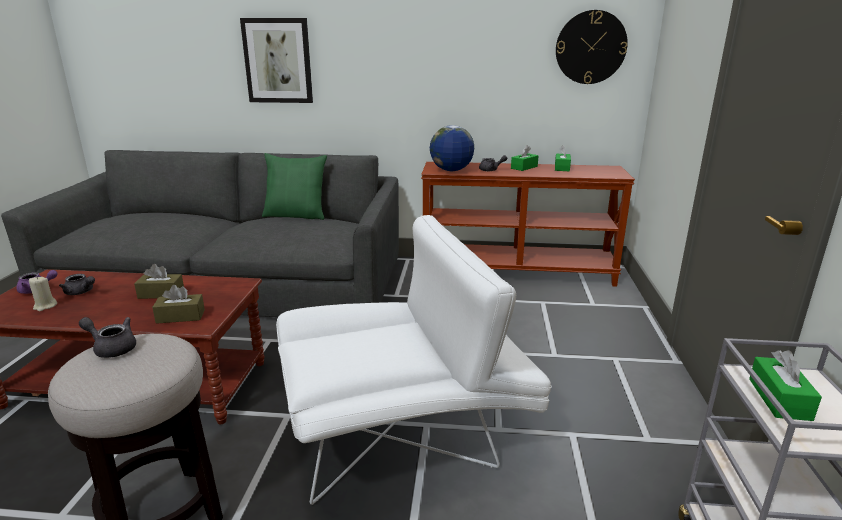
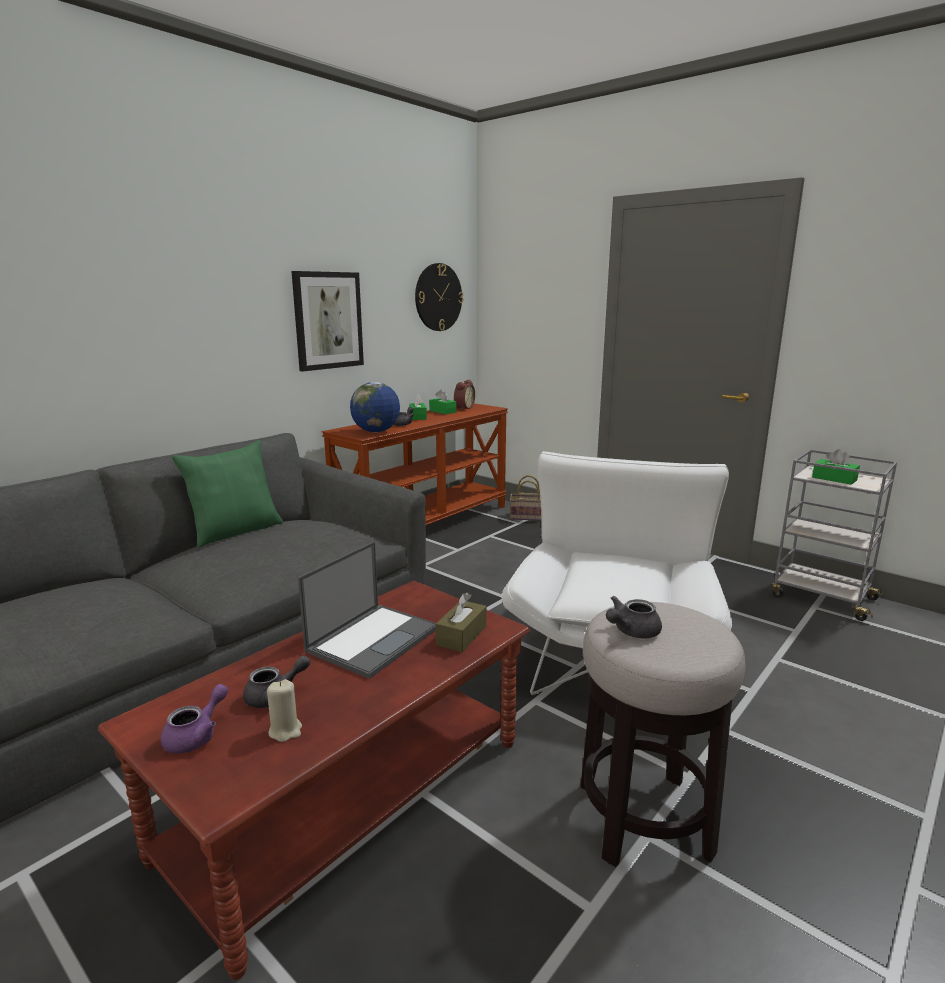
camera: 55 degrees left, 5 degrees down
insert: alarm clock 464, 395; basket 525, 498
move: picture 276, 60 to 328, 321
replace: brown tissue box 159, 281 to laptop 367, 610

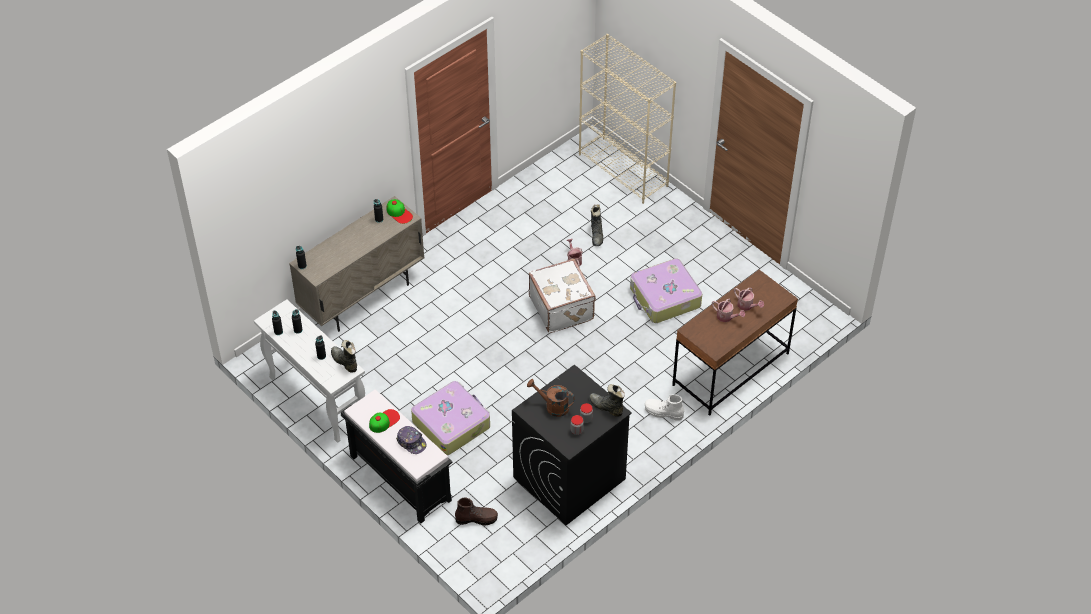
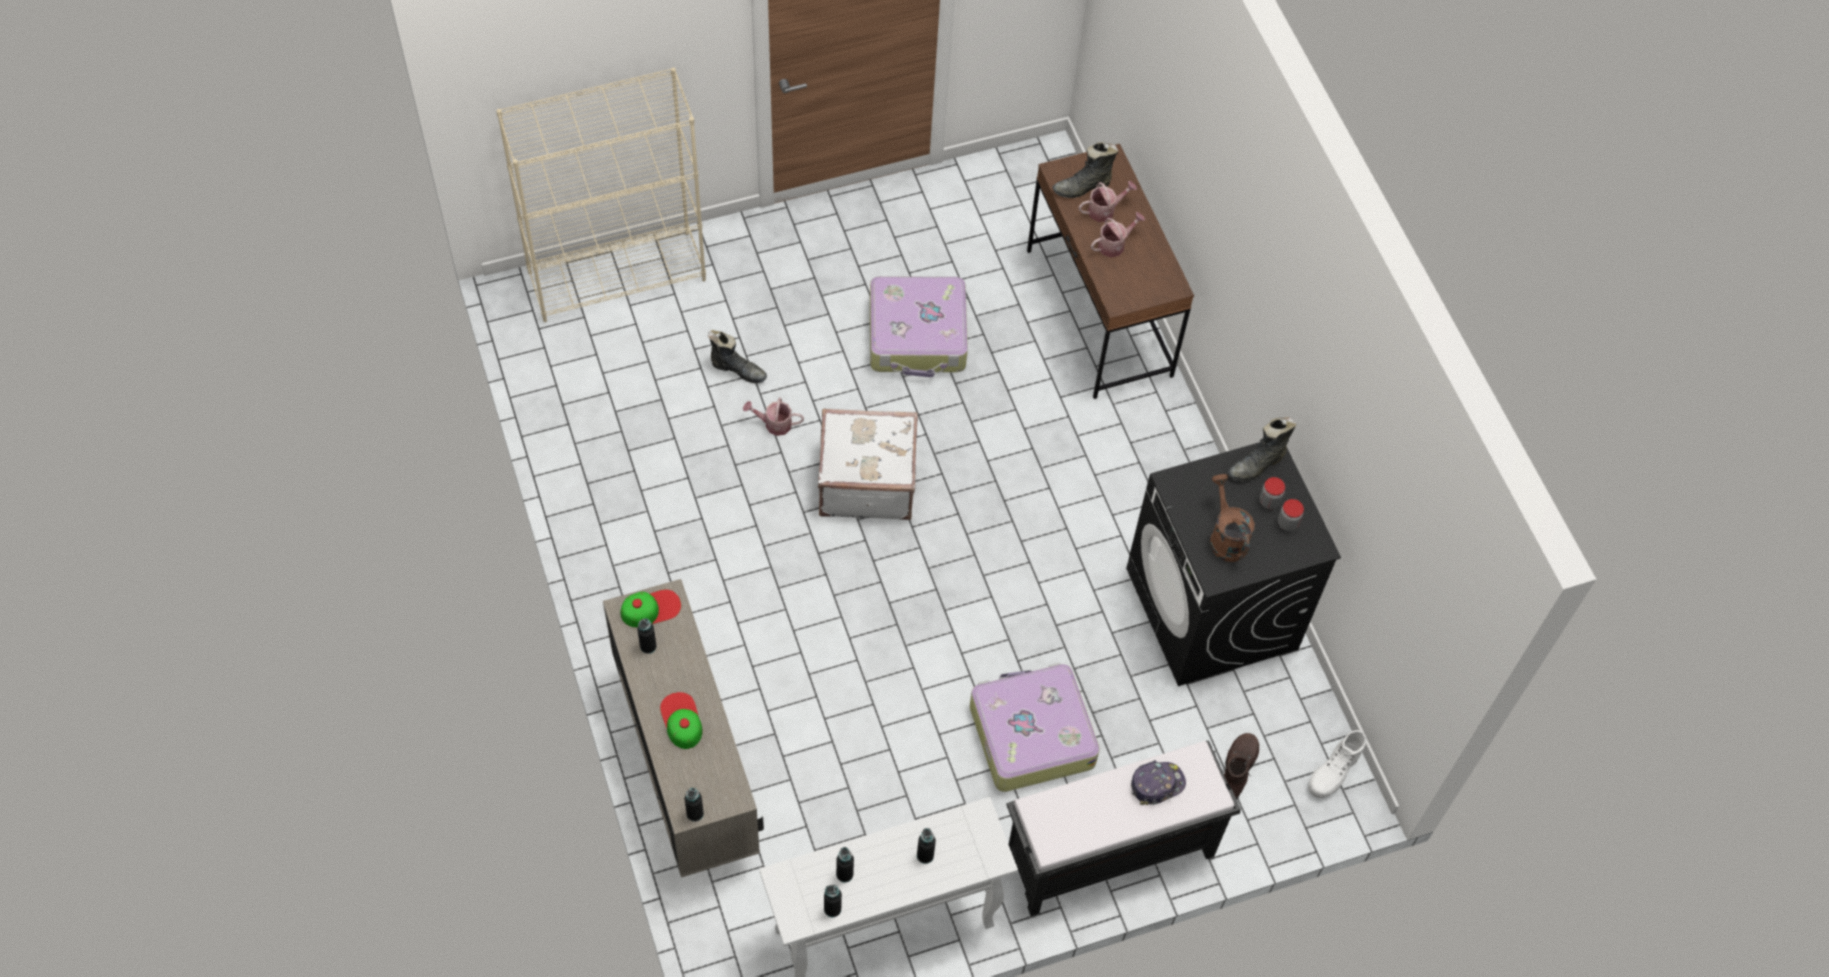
camera: 70 degrees left, 10 degrees up
move: black boot 344, 356 to 1085, 170; white boot 664, 408 to 1337, 764; cap 384, 421 to 681, 720
rotate: brown watering can 551, 398 = 1232, 518 120 degrees clockwise

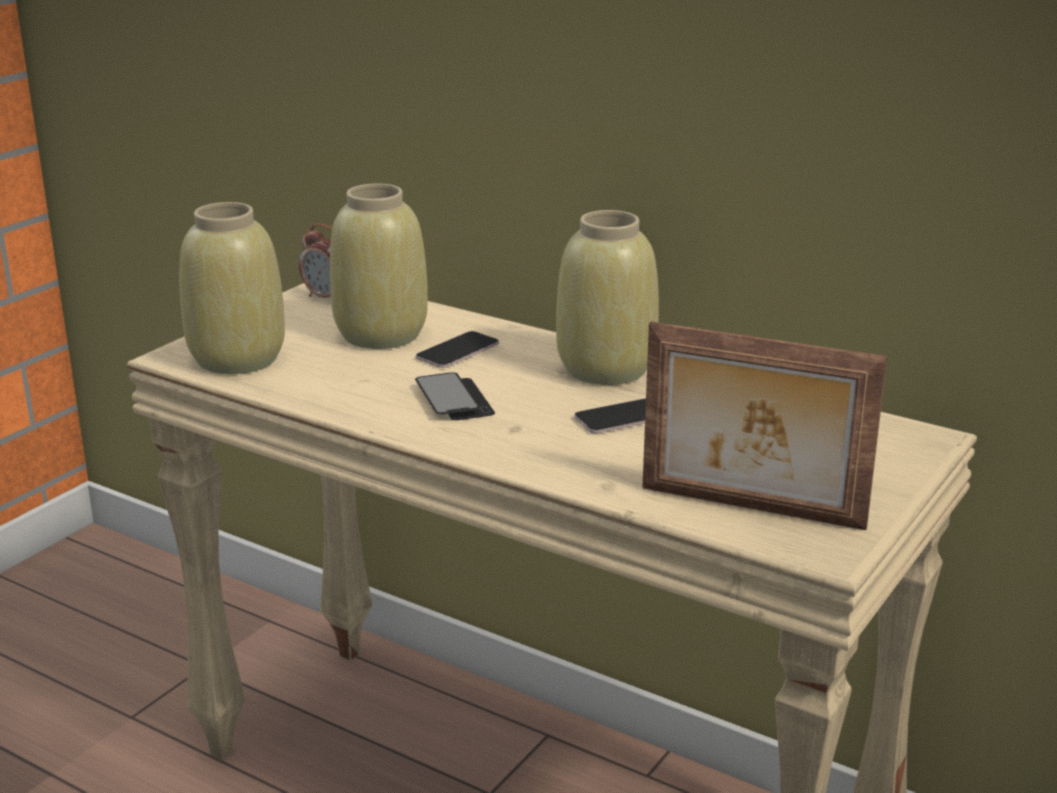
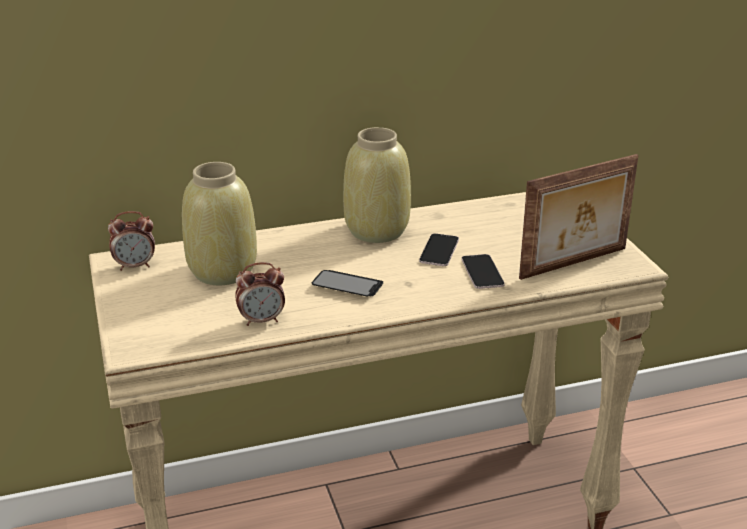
camera: 50 degrees left, 5 degrees up
delete: beige vase 232, 288
insert: alarm clock 260, 294
move: phone 457, 349 to 483, 271

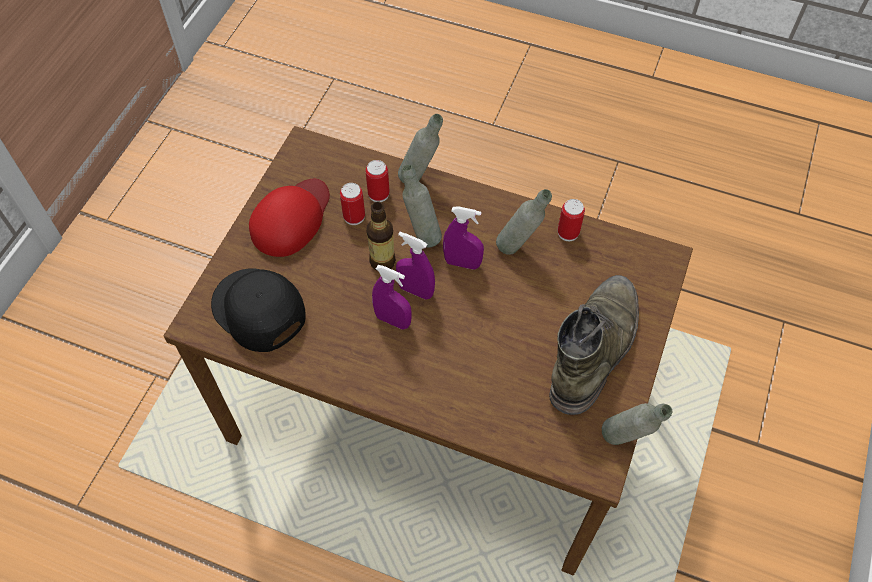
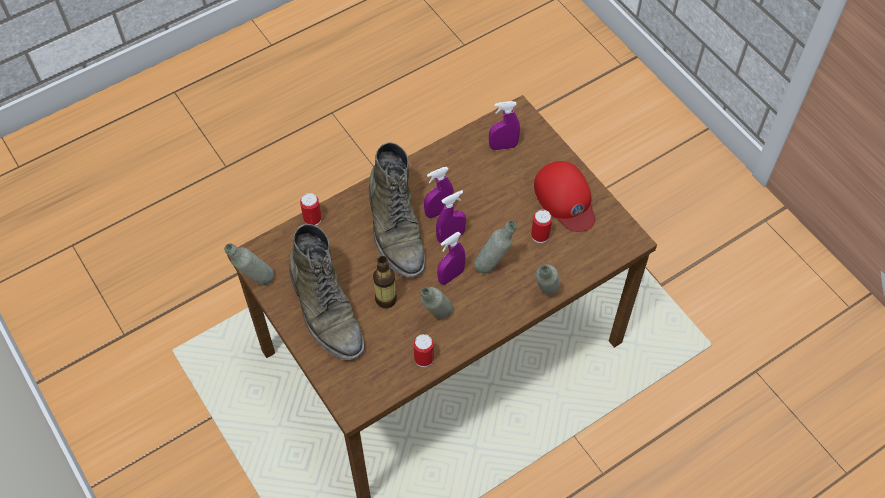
camera: 125 degrees right, 0 degrees up
insert: green boot 397, 209
move: can 378, 181 to 311, 209; bottle 381, 235 to 385, 282
replace: black cap 258, 310 to purple spray bottle 504, 125

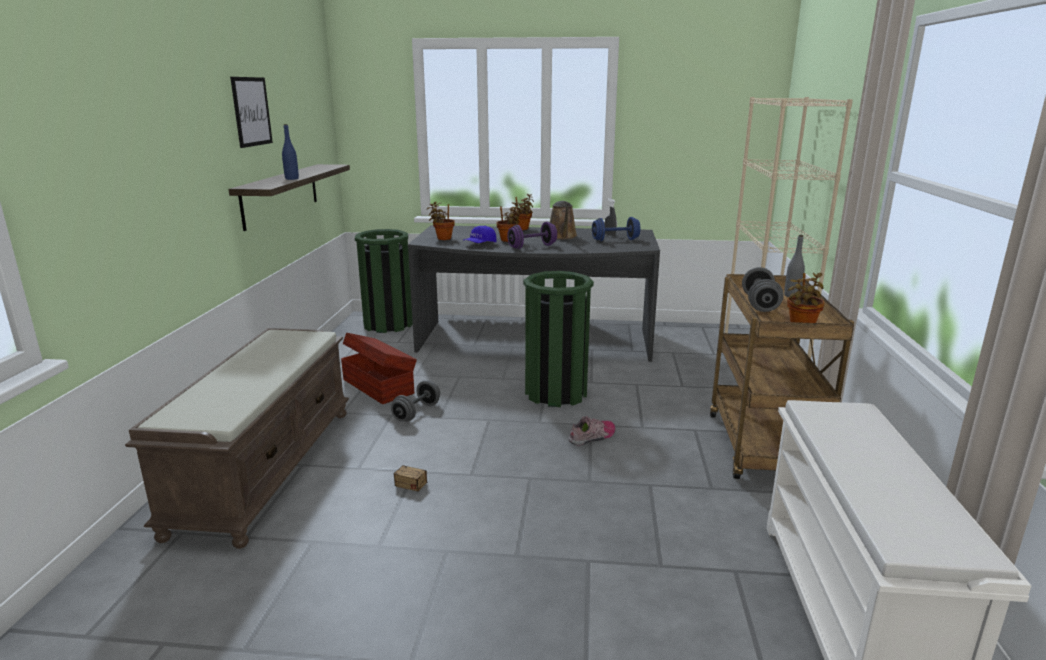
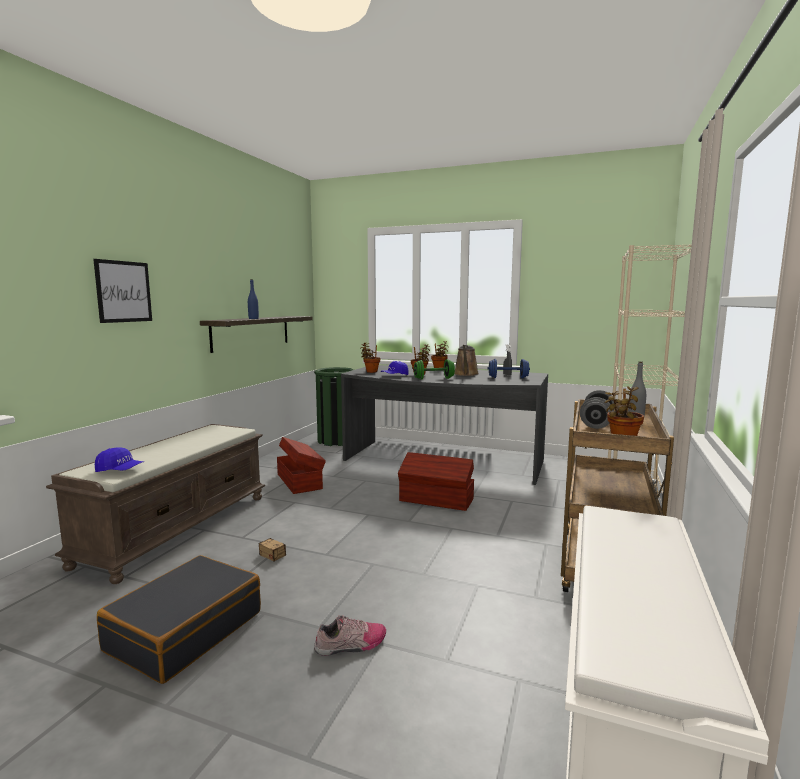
camera: 15 degrees right, 10 degrees down
delete: grey dumbbell 415, 401
insert: blue cap 119, 460; black suitcase 179, 619
move: picture 251, 112 to 122, 291; shoe 591, 430 to 350, 635
replace: green trash can 558, 339 to brown storage box 436, 481
recolor: purple dumbbell 532, 235 to green dumbbell 434, 369

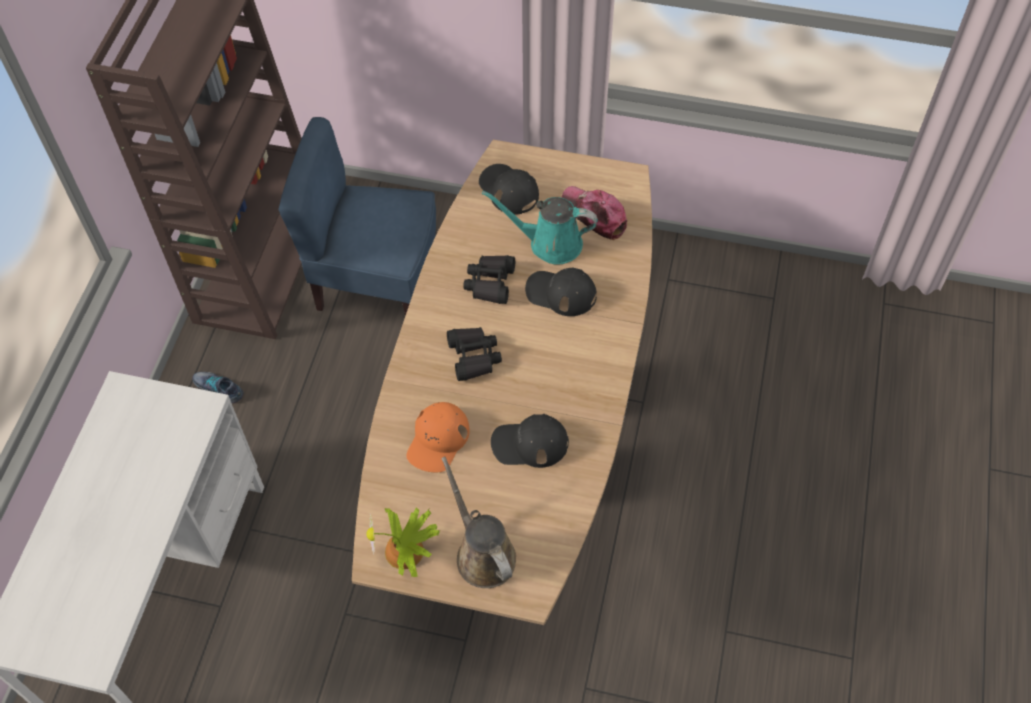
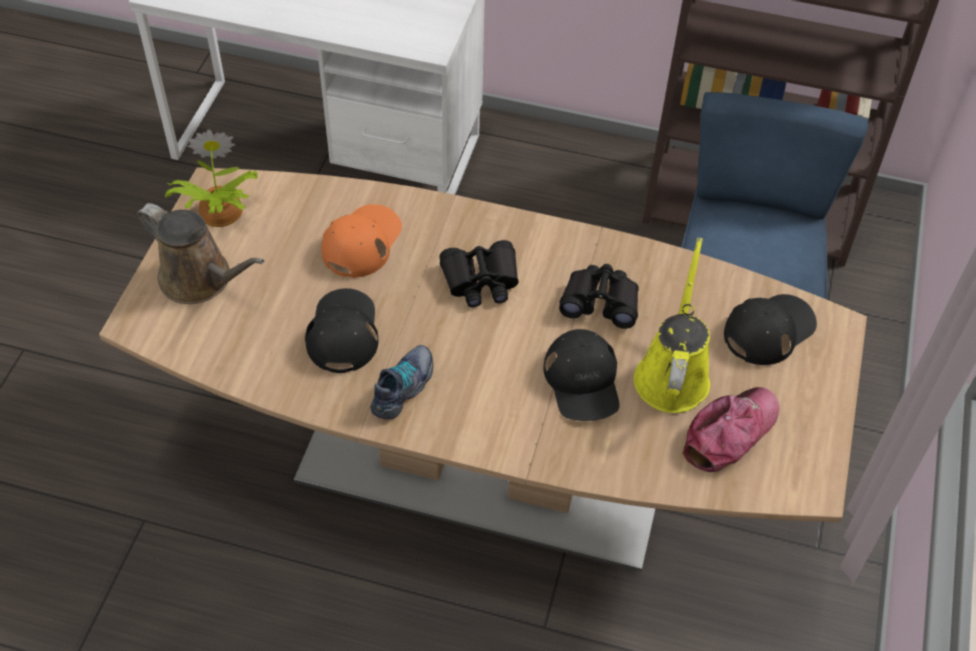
camera: 90 degrees right, 5 degrees down
move: shoe 218, 387 to 402, 382
recolor: turquoise watering can 540, 228 to yellow watering can 672, 325
rotate: black cap 561, 291 = 581, 375 150 degrees clockwise; orange cap 438, 437 = 361, 241 90 degrees clockwise; brown watering can 478, 522 = 200, 253 60 degrees clockwise

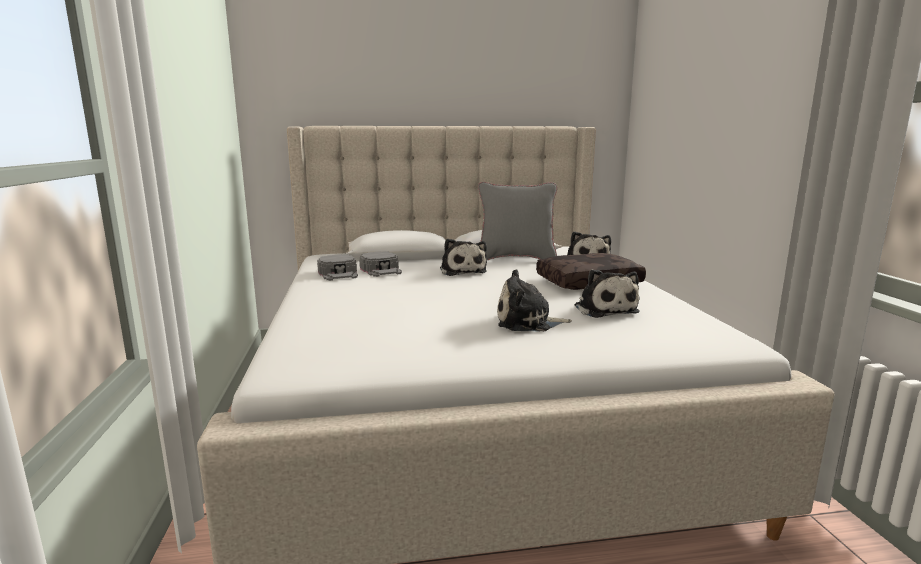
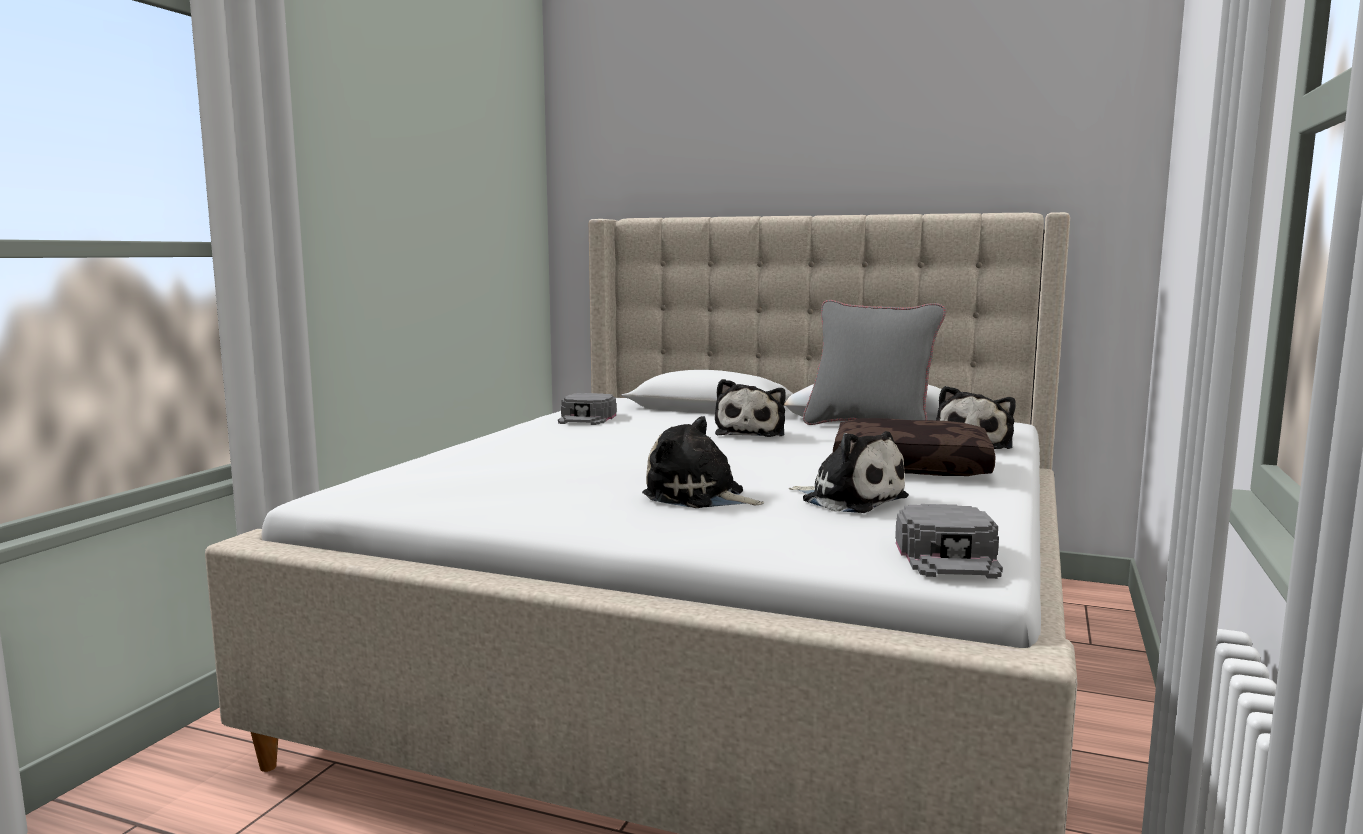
camera: 30 degrees right, 5 degrees down
move: grey cap 380, 264 to 949, 541
rotate: plush toy 607, 293 = 849, 472 60 degrees counterclockwise

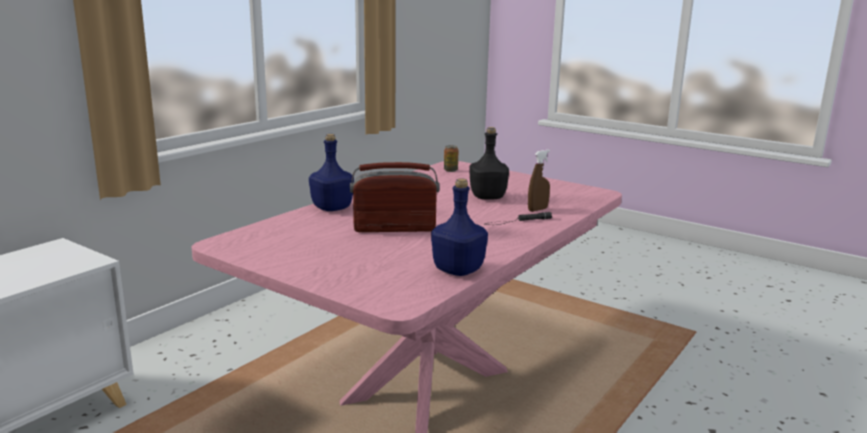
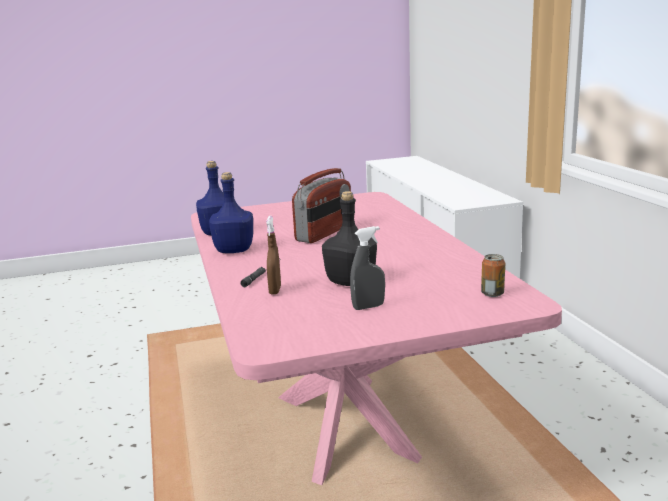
camera: 130 degrees right, 0 degrees up
insert: grey spray bottle 367, 268
move: blue bottle 331, 172 to 231, 212

